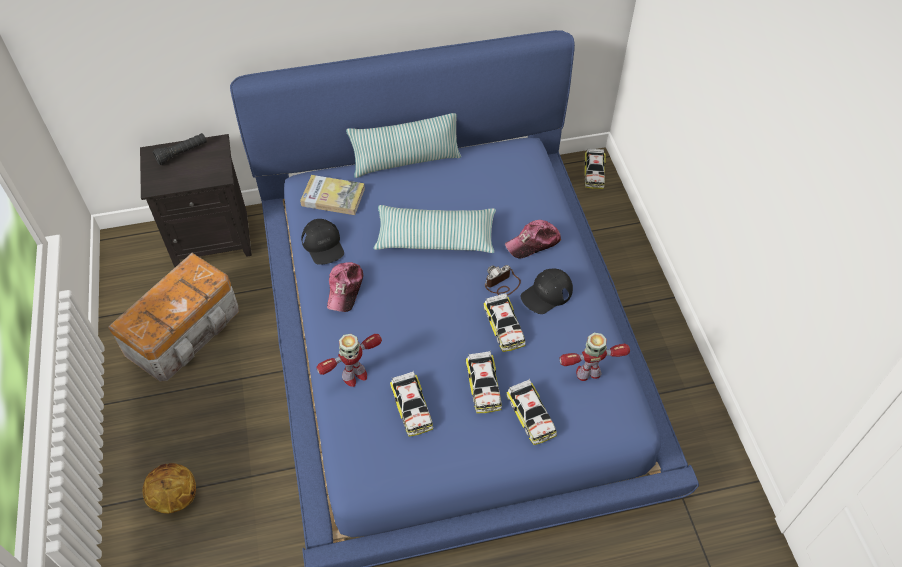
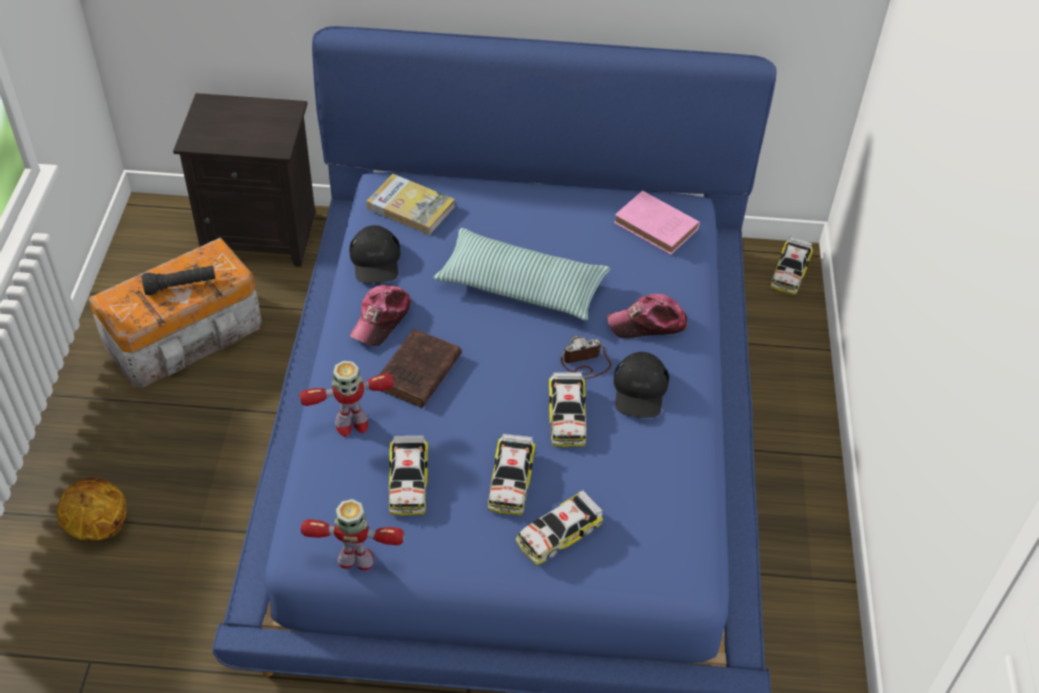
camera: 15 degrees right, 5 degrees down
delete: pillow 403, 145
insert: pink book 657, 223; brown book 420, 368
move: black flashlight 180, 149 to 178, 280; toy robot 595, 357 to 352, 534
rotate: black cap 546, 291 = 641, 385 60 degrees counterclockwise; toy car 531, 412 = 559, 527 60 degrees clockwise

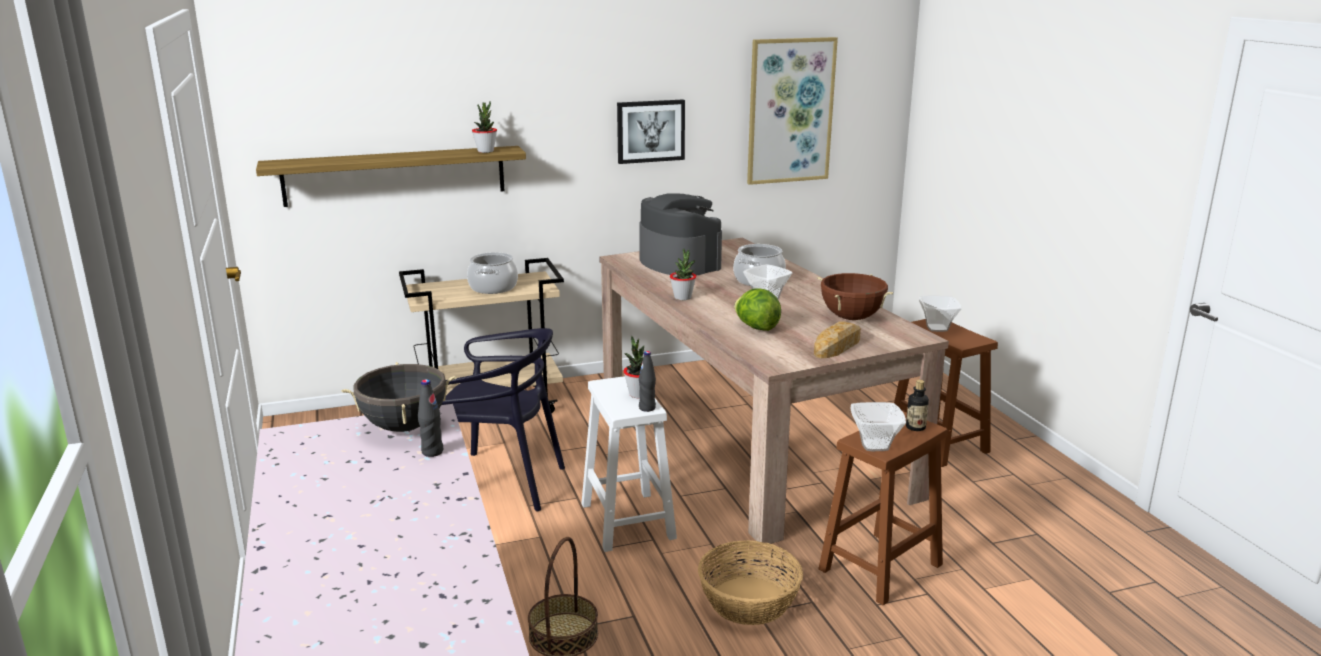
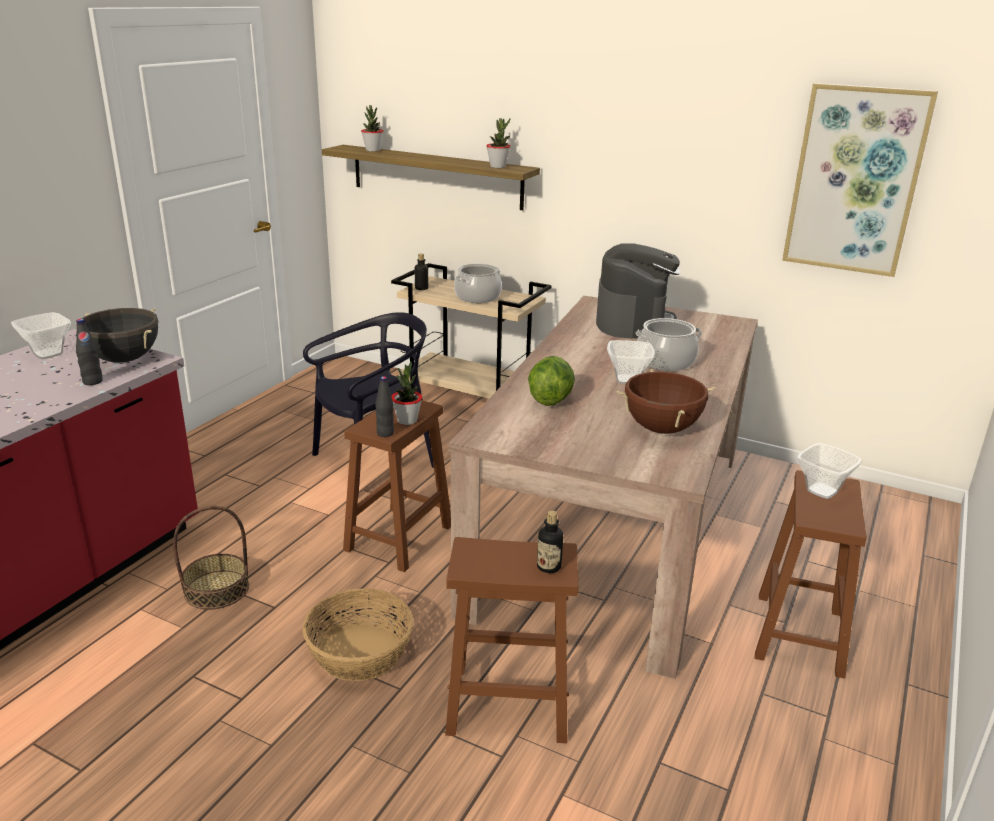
camera: 45 degrees right, 5 degrees up
delete: picture 651, 132; bread 837, 340
insert: bottle 421, 272
move: potted plant 683, 274 to 372, 128; bowl 878, 426 to 41, 335
recolor: white stool 629, 464 to brown stool 397, 486
rotate: black chair 503, 419 = 368, 403 90 degrees counterclockwise

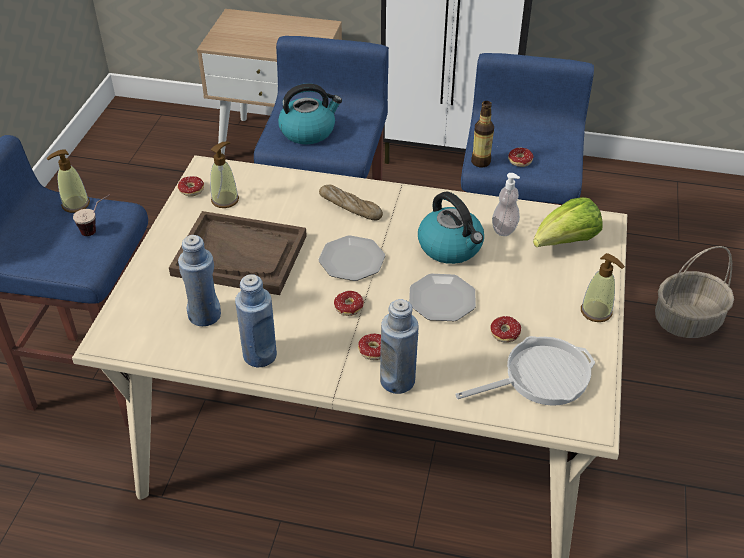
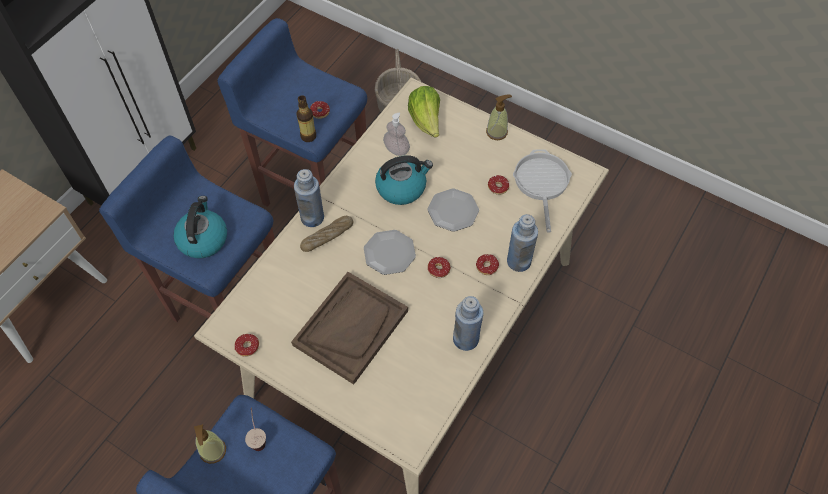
camera: 70 degrees left, 15 degrees up
delete: soap dispenser 224, 174
move: blue bottle 199, 280 to 309, 198

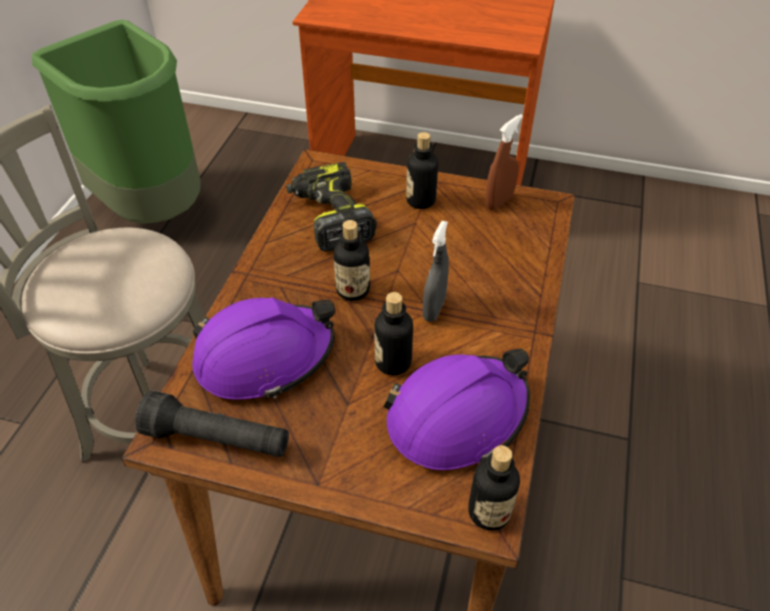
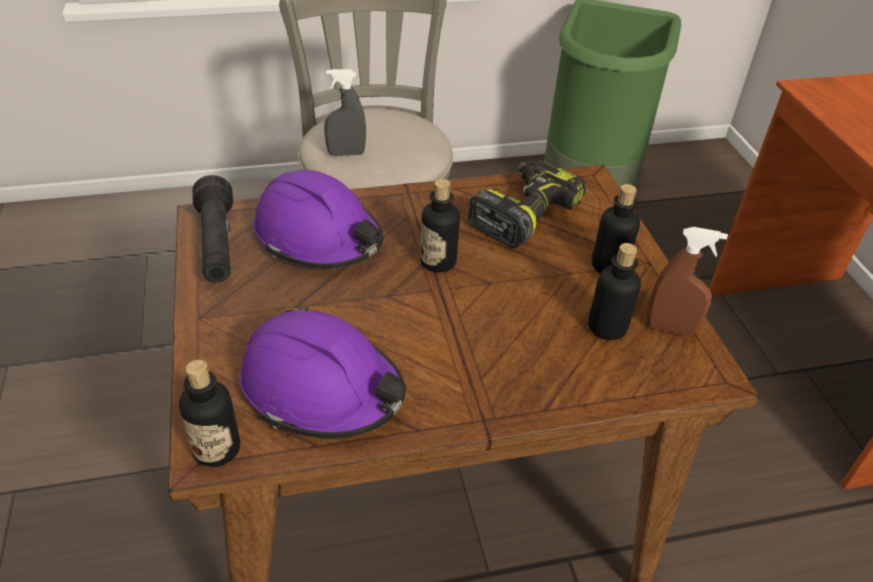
camera: 60 degrees right, 5 degrees down
move: grey spray bottle 436, 271 to 345, 112; bottle 393, 333 to 614, 291

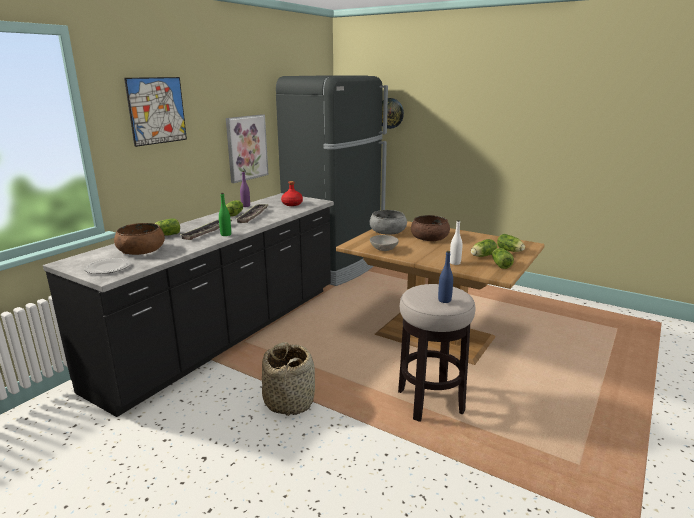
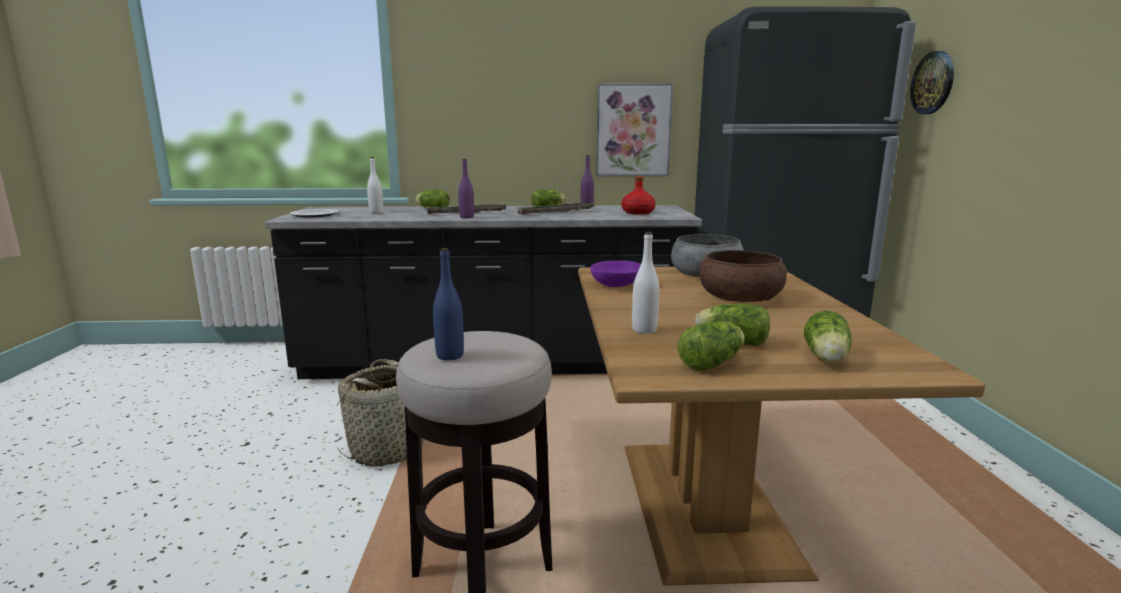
camera: 55 degrees right, 5 degrees down
delete: picture 155, 112
replace: brown bowl 139, 239 to white bottle 375, 185
recolor: green bottle 225, 214 to purple bottle 466, 188; grey bowl 384, 243 to purple bowl 615, 273

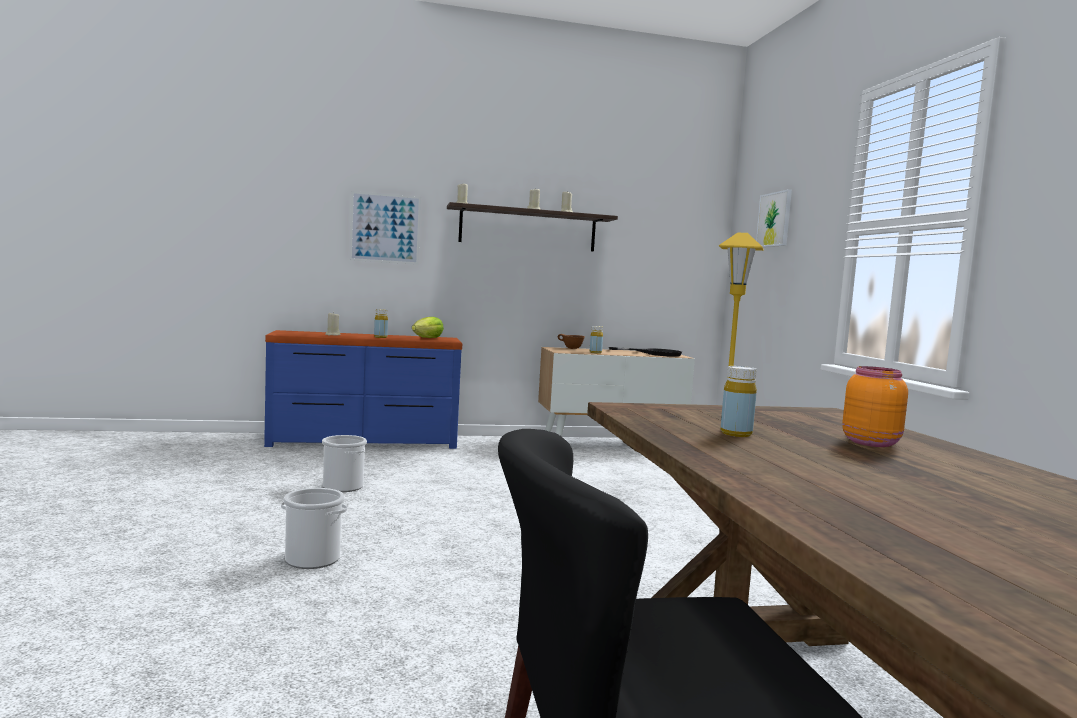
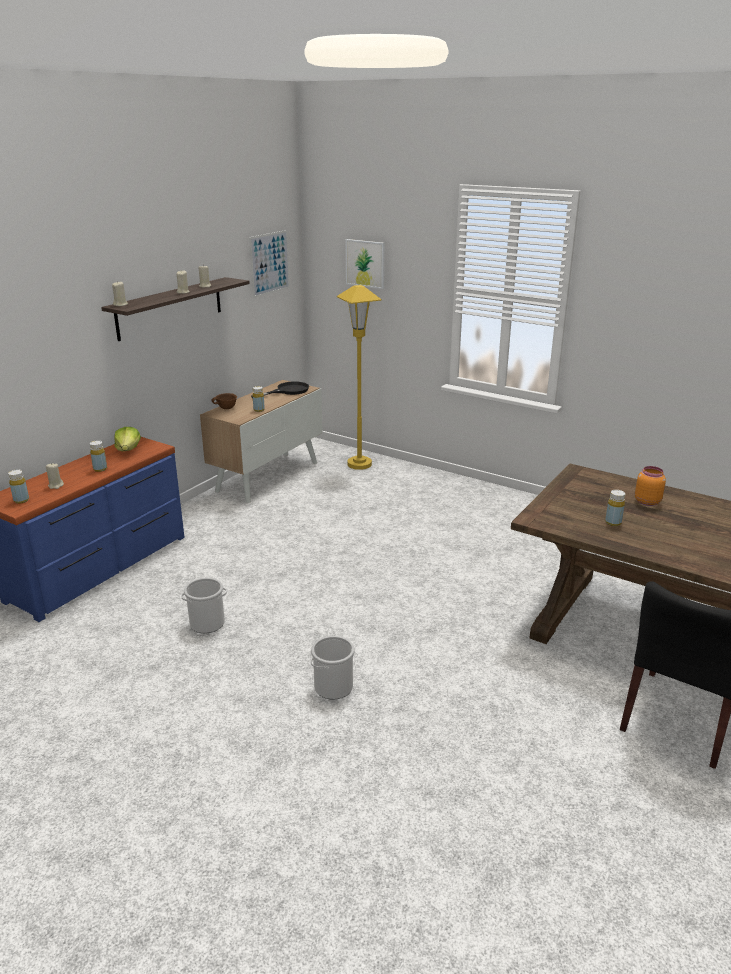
camera: 45 degrees left, 20 degrees up
insert: yellow bottle 18, 486
move: picture 385, 228 to 269, 264

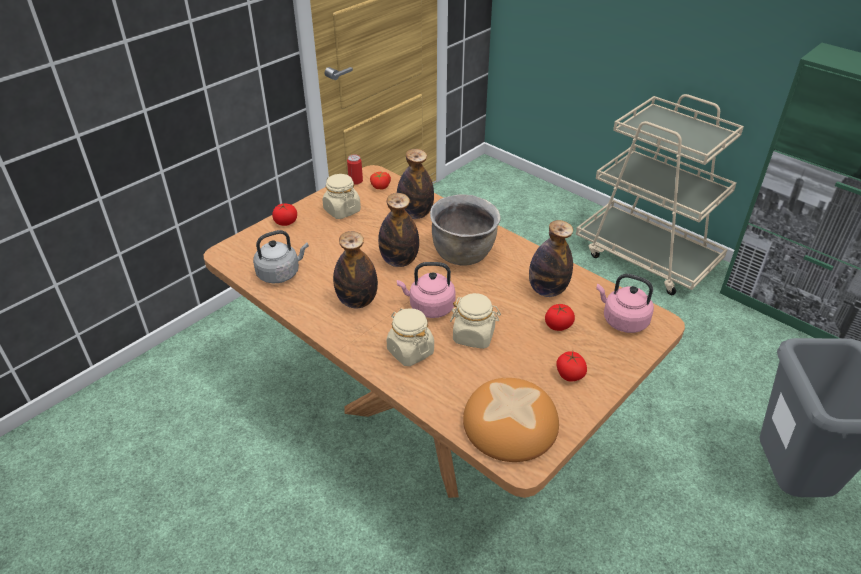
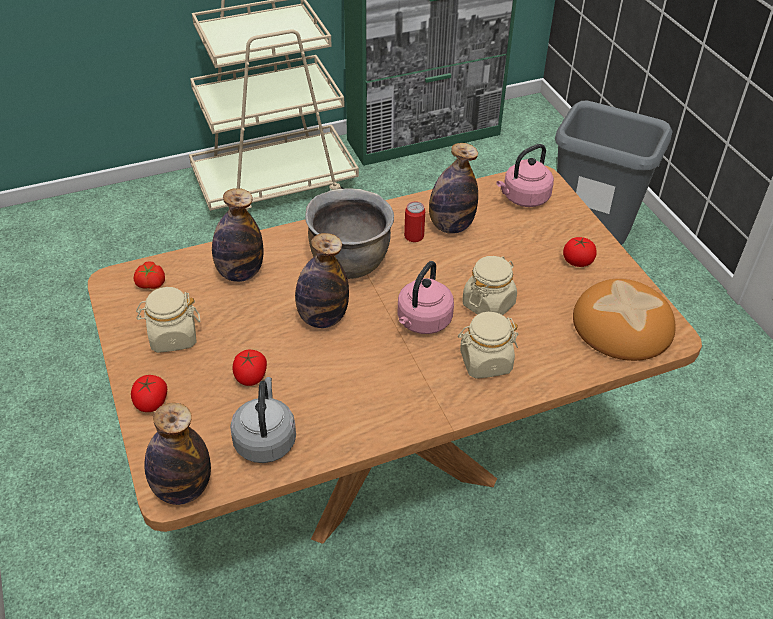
camera: 65 degrees left, 5 degrees up
move: can 355, 169 to 414, 221; bottle 355, 269 to 177, 454; tomato 560, 317 to 249, 368

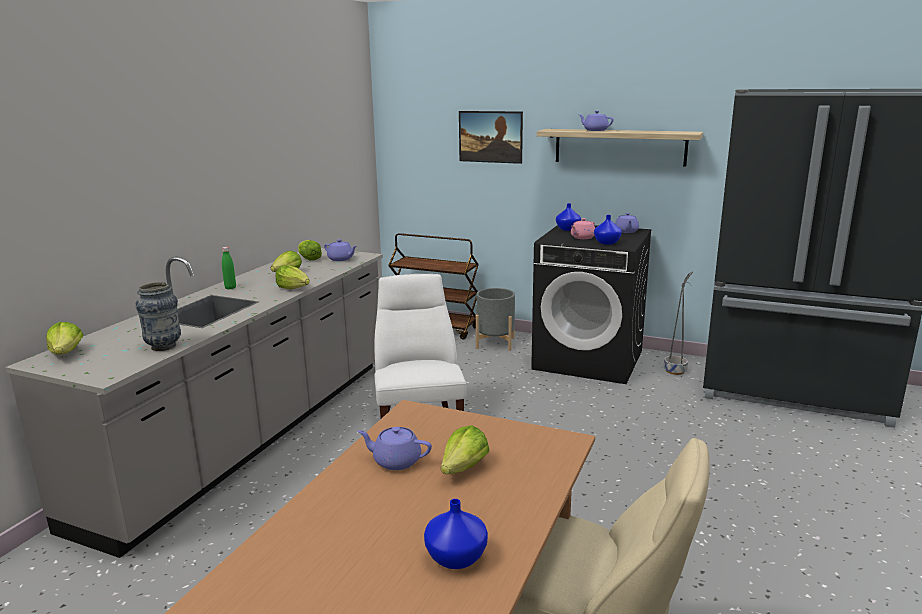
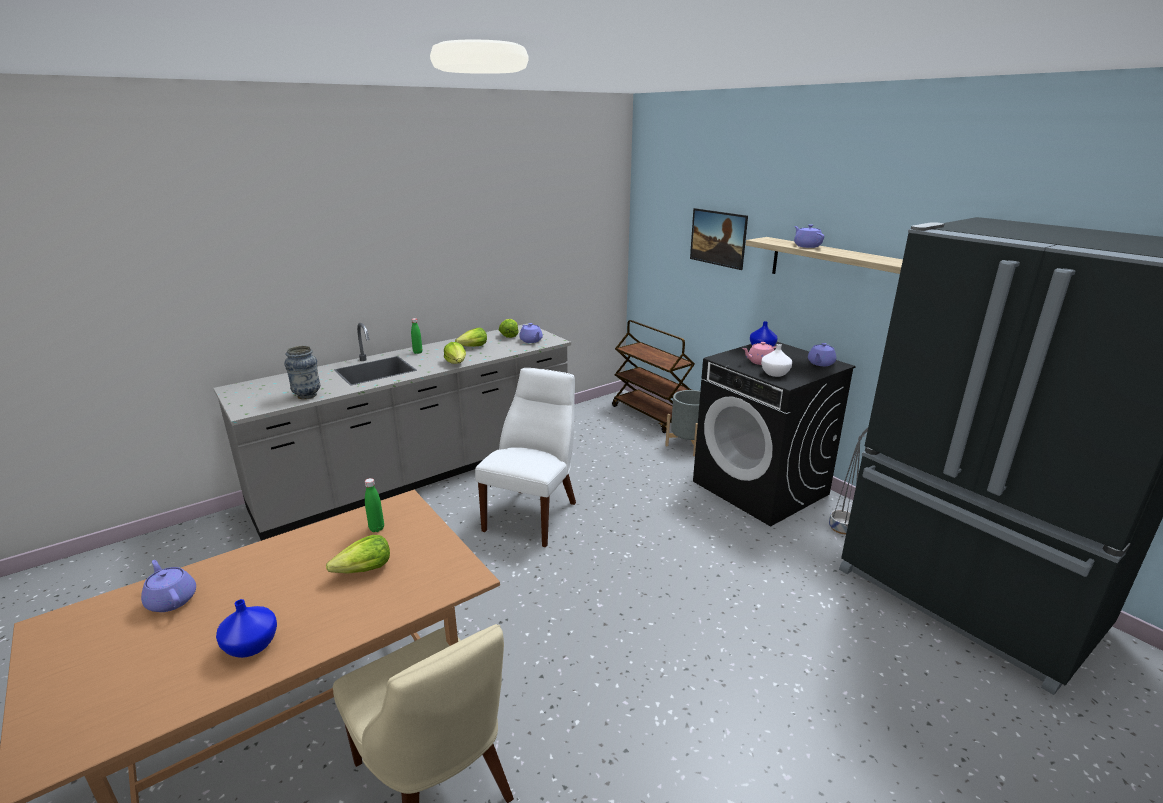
camera: 30 degrees right, 5 degrees up
delete: lettuce 64, 338
insert: green bottle 374, 505
move: purple teapot 394, 448 to 168, 586
recolor: blue vase 608, 230 to white vase 776, 360

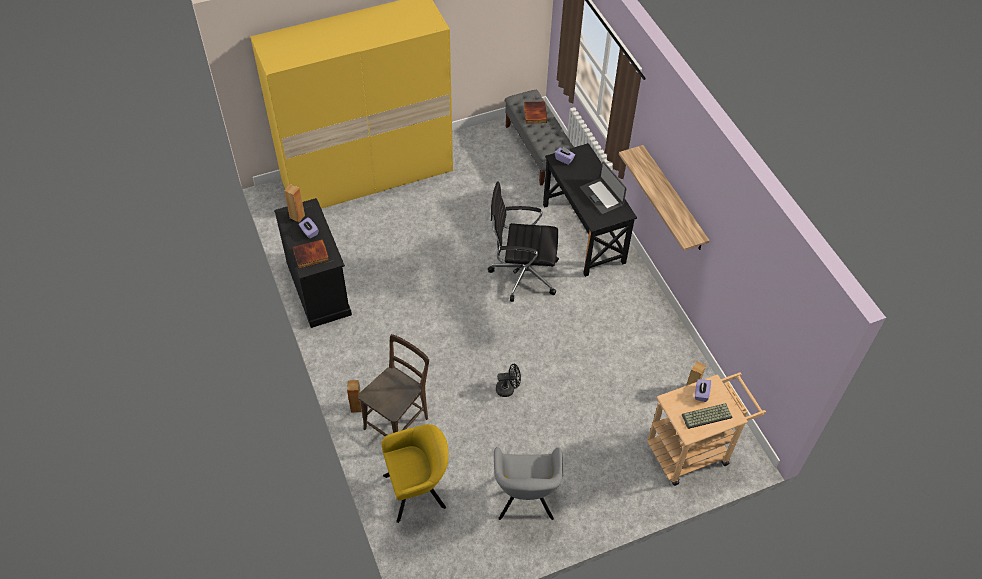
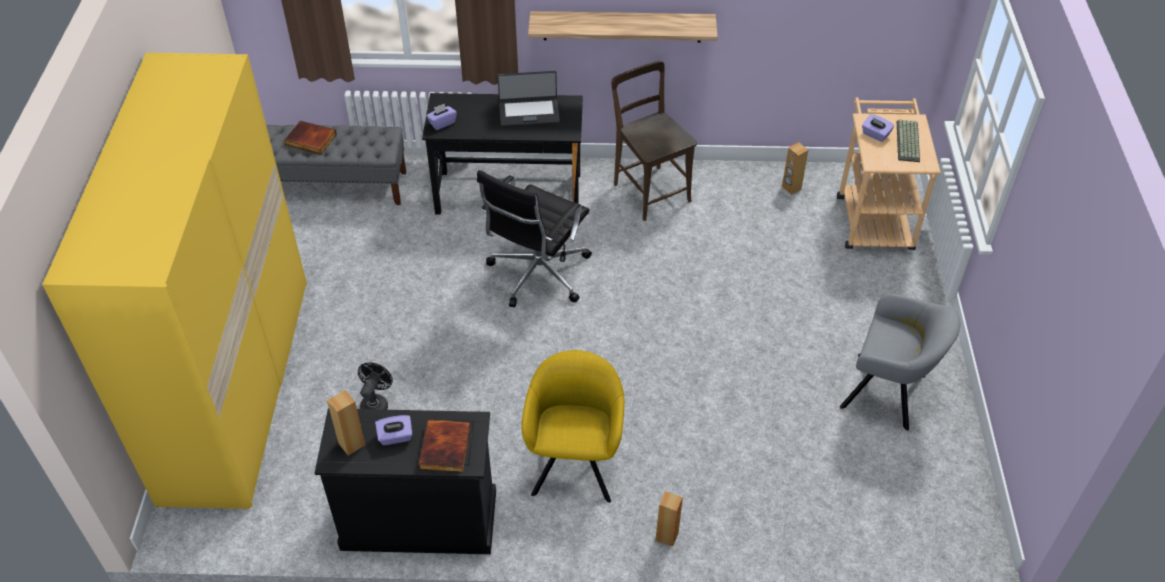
camera: 65 degrees left, 5 degrees down
move: brown chair 393, 385 to 654, 141; black fan 508, 380 to 375, 386; yellow armchair 415, 473 to 572, 426

